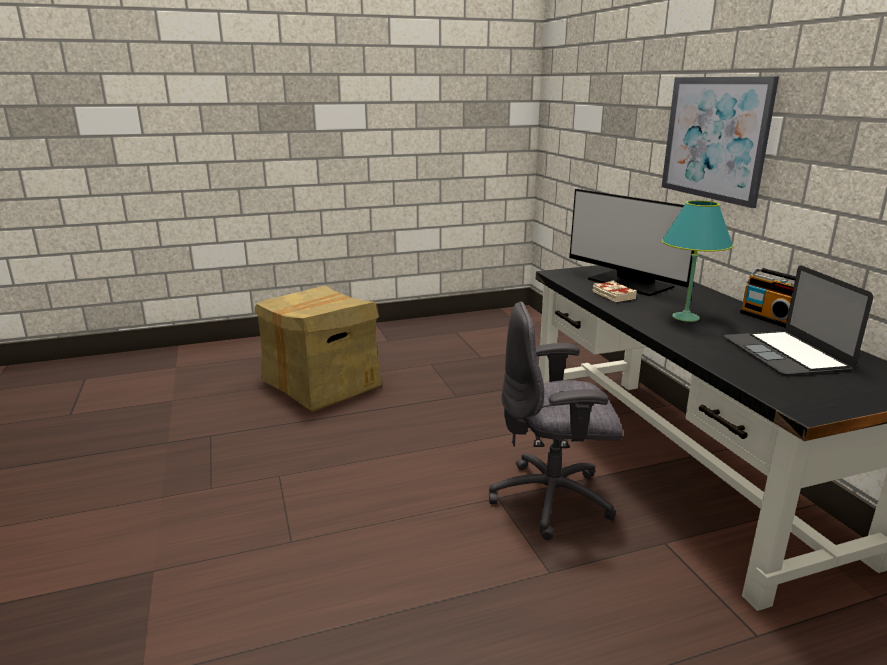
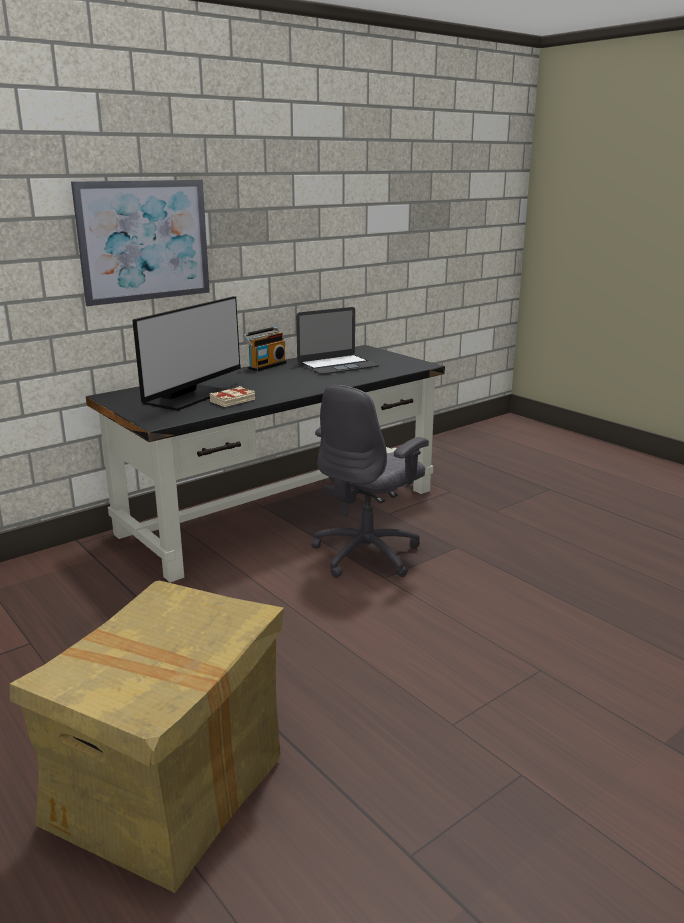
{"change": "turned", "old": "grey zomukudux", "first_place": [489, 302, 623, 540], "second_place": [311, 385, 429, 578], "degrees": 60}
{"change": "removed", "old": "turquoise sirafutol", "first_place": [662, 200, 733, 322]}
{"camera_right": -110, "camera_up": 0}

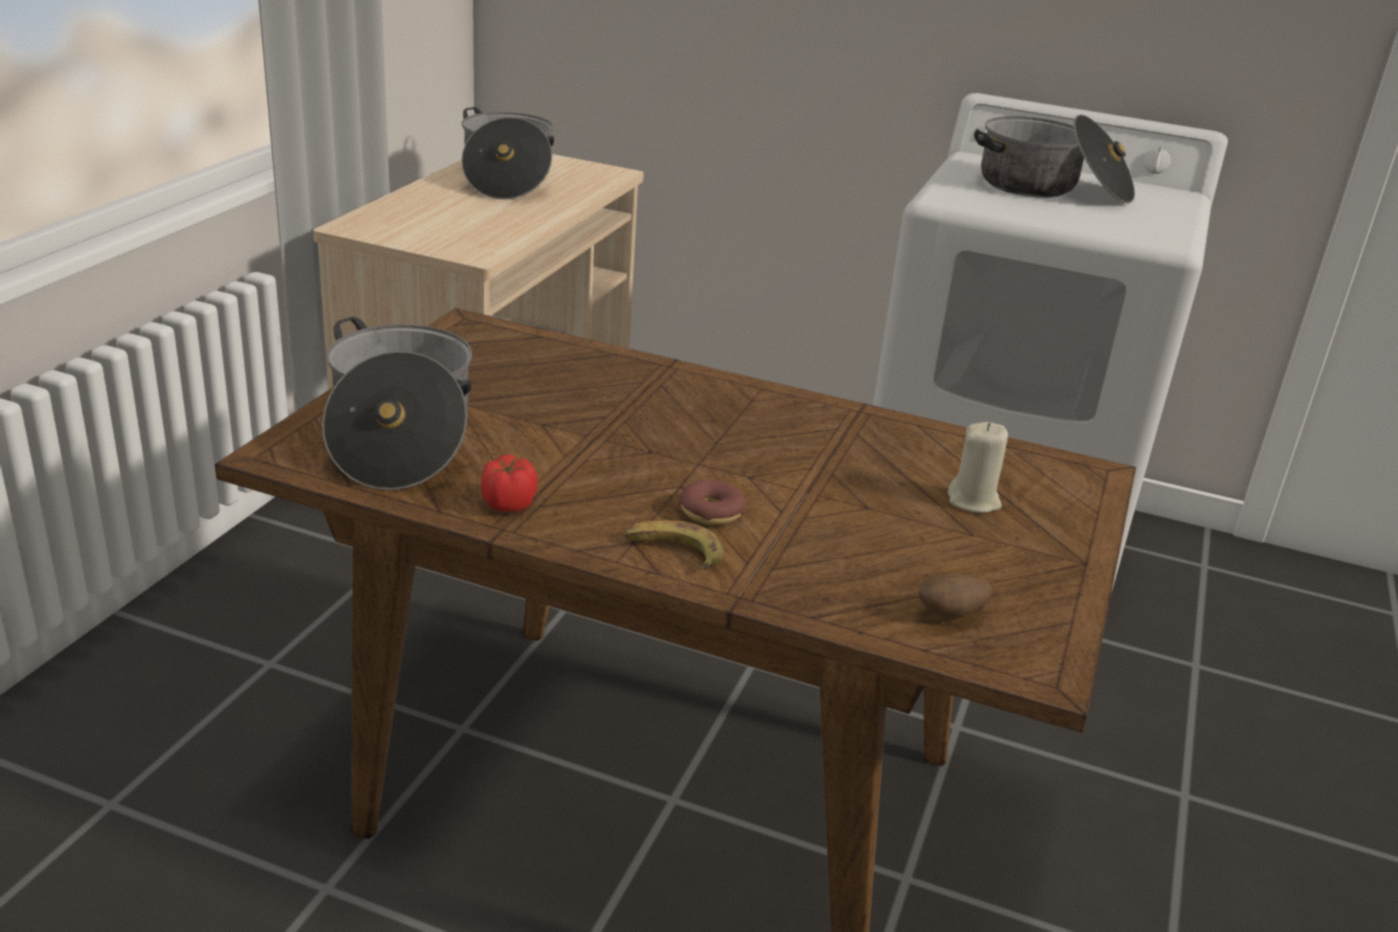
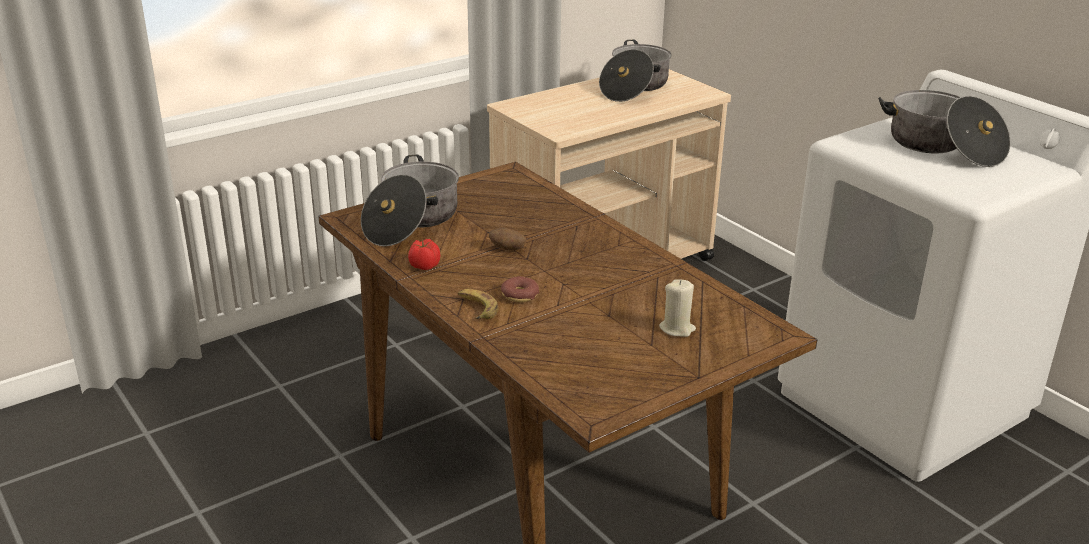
{"change": "moved", "old": "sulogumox", "first_place": [918, 574, 992, 618], "second_place": [489, 227, 526, 250]}
{"camera_right": 35, "camera_up": 0}

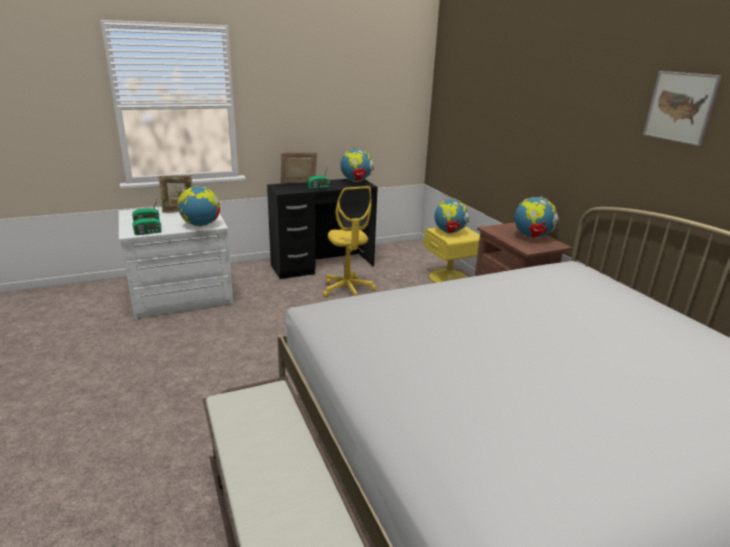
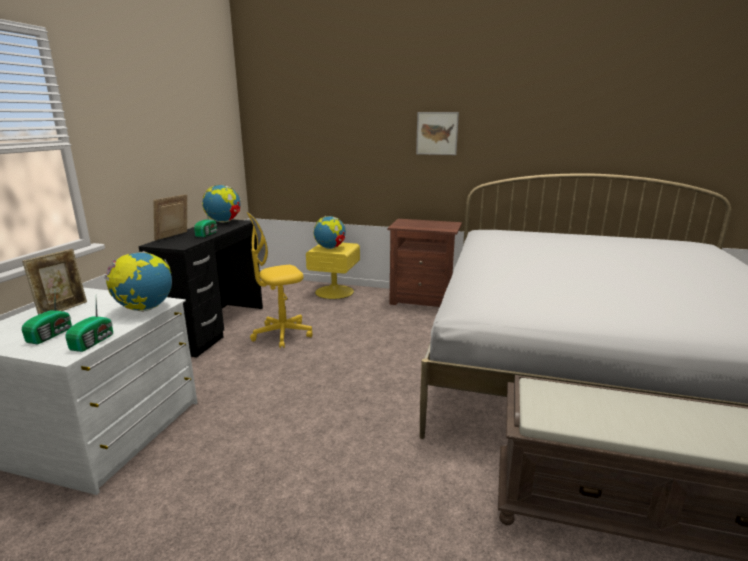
{"change": "turned", "old": "yellow zomukudux", "first_place": [323, 186, 376, 298], "second_place": [247, 212, 313, 348], "degrees": 135}
{"change": "removed", "old": "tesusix", "first_place": [515, 196, 559, 239]}
{"change": "moved", "old": "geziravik", "first_place": [643, 71, 722, 146], "second_place": [416, 112, 459, 155]}
{"camera_right": -50, "camera_up": -5}

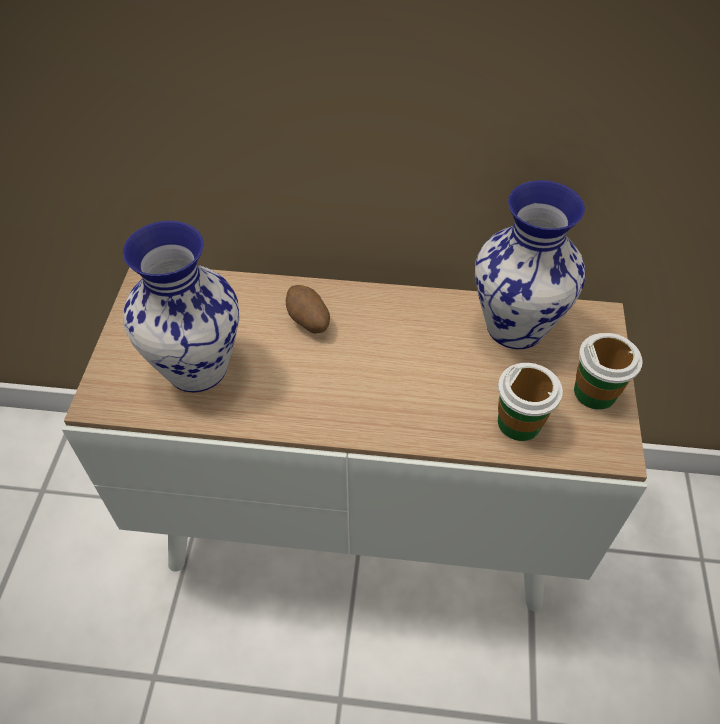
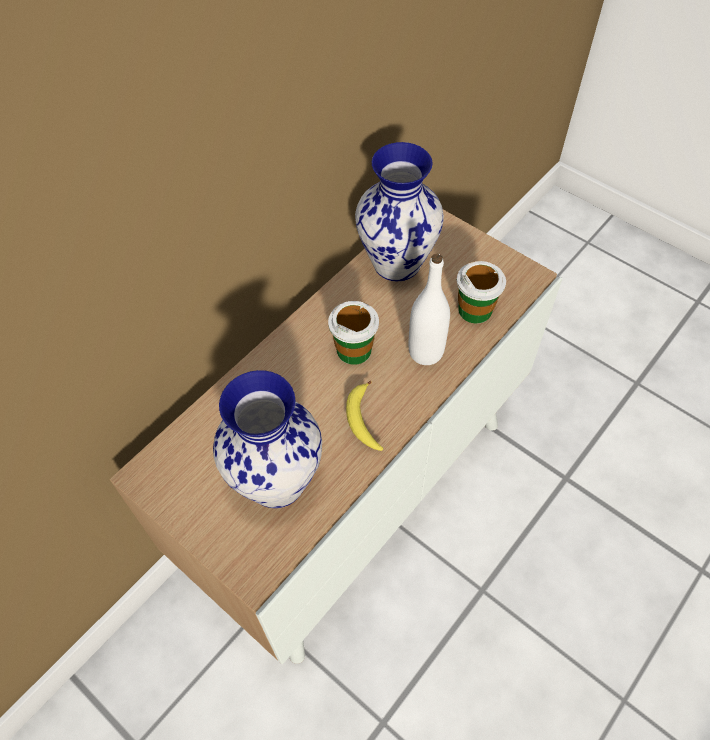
{"change": "removed", "old": "sulogumox", "first_place": [286, 285, 330, 334]}
{"change": "moved", "old": "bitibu", "first_place": [574, 333, 643, 410], "second_place": [328, 301, 379, 365]}
{"change": "added", "new": "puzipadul", "second_place": [346, 381, 383, 451]}
{"change": "added", "new": "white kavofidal", "second_place": [409, 254, 450, 365]}
{"camera_right": -55, "camera_up": 5}

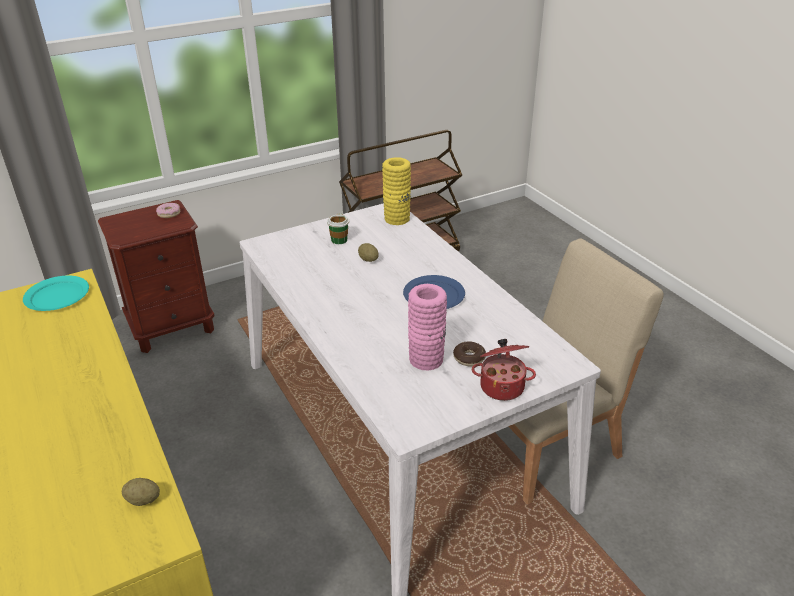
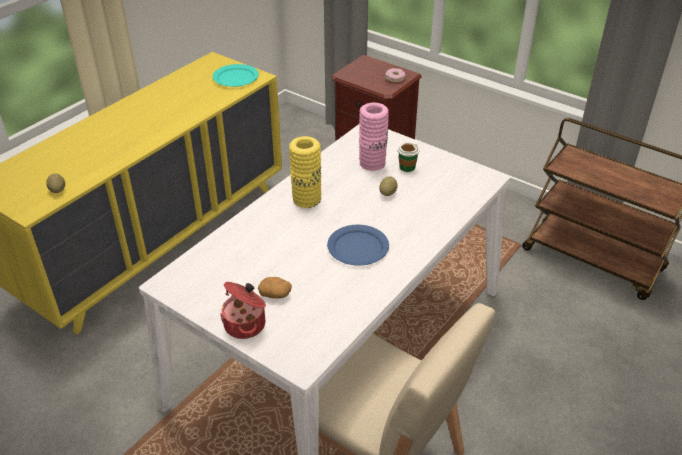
{"change": "moved", "old": "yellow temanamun", "first_place": [382, 157, 411, 225], "second_place": [289, 136, 322, 208]}
{"change": "moved", "old": "pink temanamun", "first_place": [408, 284, 447, 371], "second_place": [359, 103, 389, 171]}
{"change": "replaced", "old": "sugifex", "new": "sulogumox", "first_place": [453, 341, 486, 367], "second_place": [258, 277, 292, 299]}
{"camera_right": 65, "camera_up": 5}

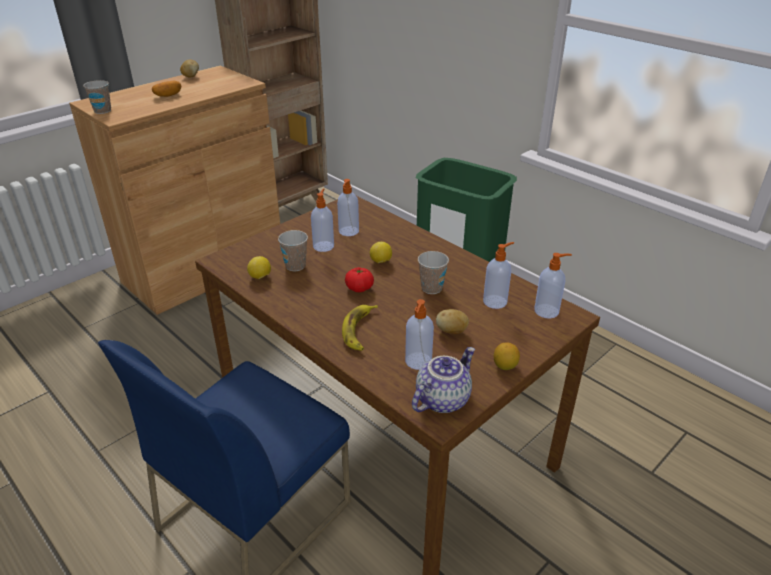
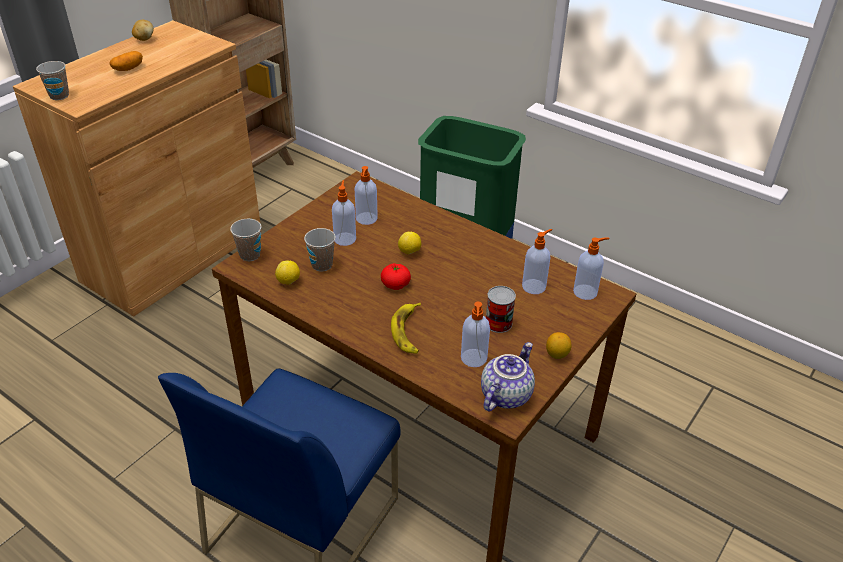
{"change": "moved", "old": "bitibu", "first_place": [418, 251, 449, 294], "second_place": [230, 218, 261, 261]}
{"change": "replaced", "old": "sulogumox", "new": "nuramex", "first_place": [436, 309, 469, 334], "second_place": [486, 286, 516, 333]}
{"camera_right": -10, "camera_up": 5}

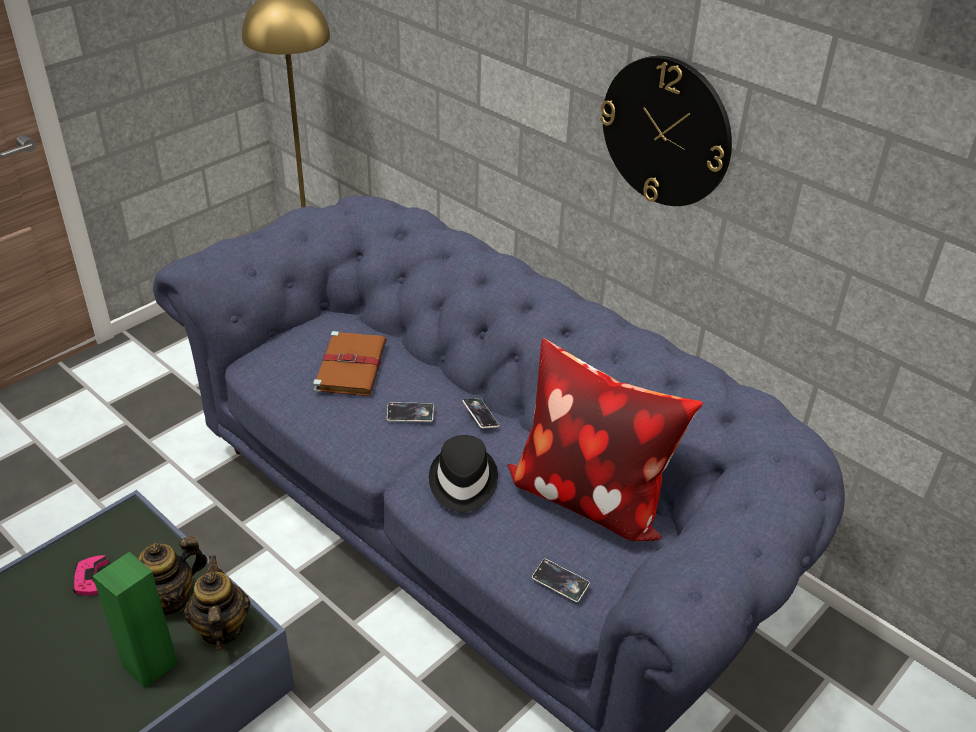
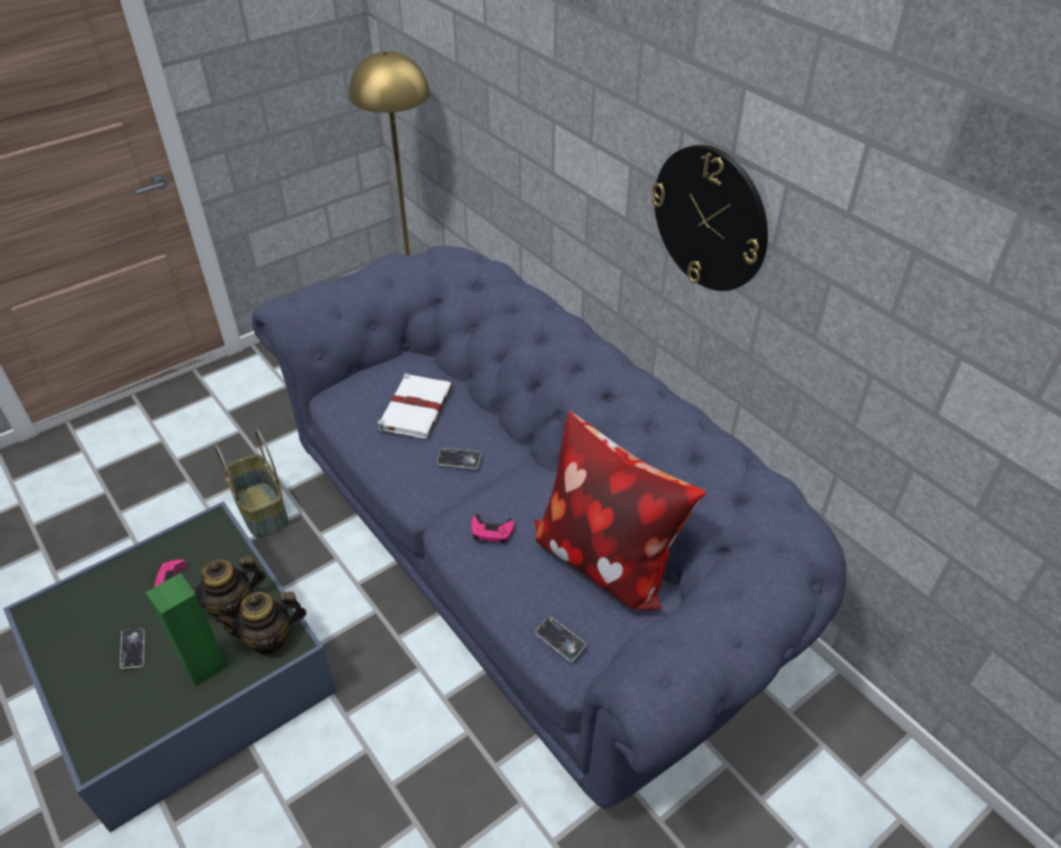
{"change": "turned", "old": "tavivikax", "first_place": [184, 555, 251, 651], "second_place": [216, 591, 306, 655], "degrees": -105}
{"change": "recoloured", "old": "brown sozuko", "new": "white sozuko", "first_place": [313, 331, 387, 396], "second_place": [377, 373, 453, 439]}
{"change": "replaced", "old": "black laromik", "new": "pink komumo", "first_place": [429, 435, 498, 512], "second_place": [471, 514, 514, 543]}
{"change": "moved", "old": "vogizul", "first_place": [463, 398, 499, 428], "second_place": [120, 629, 144, 669]}
{"change": "added", "new": "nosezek", "second_place": [214, 429, 289, 538]}
{"camera_right": 10, "camera_up": 5}

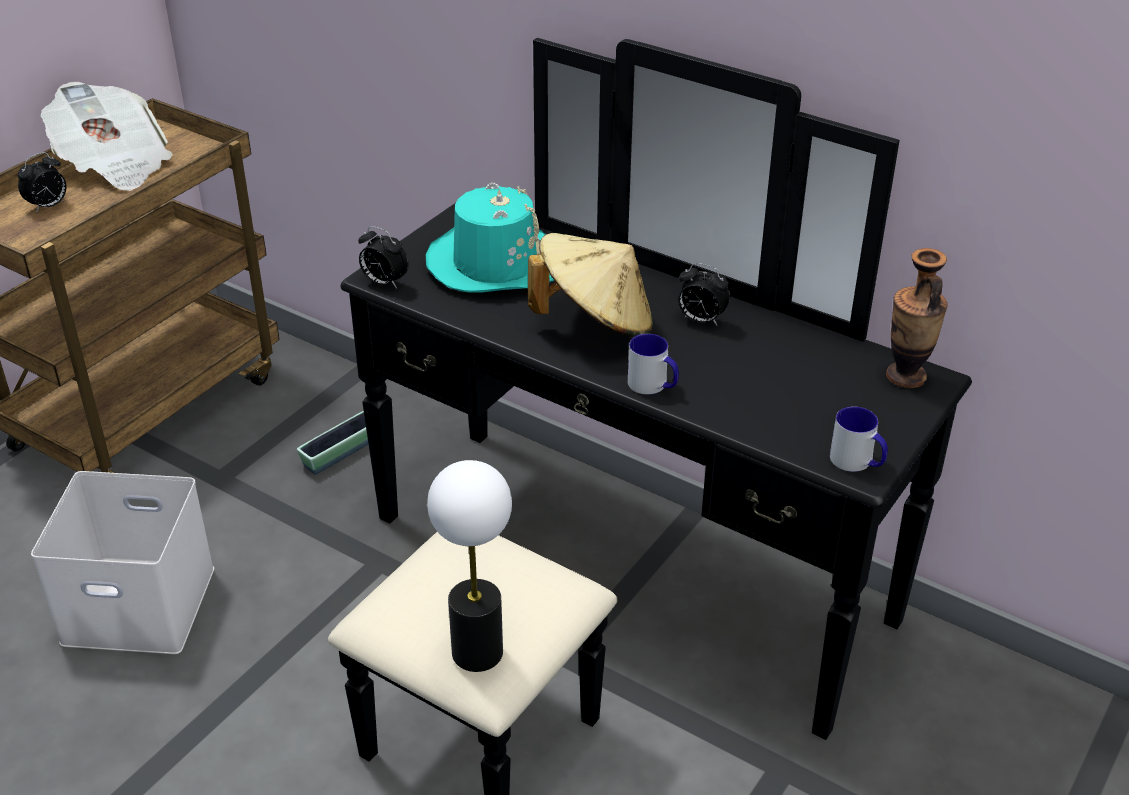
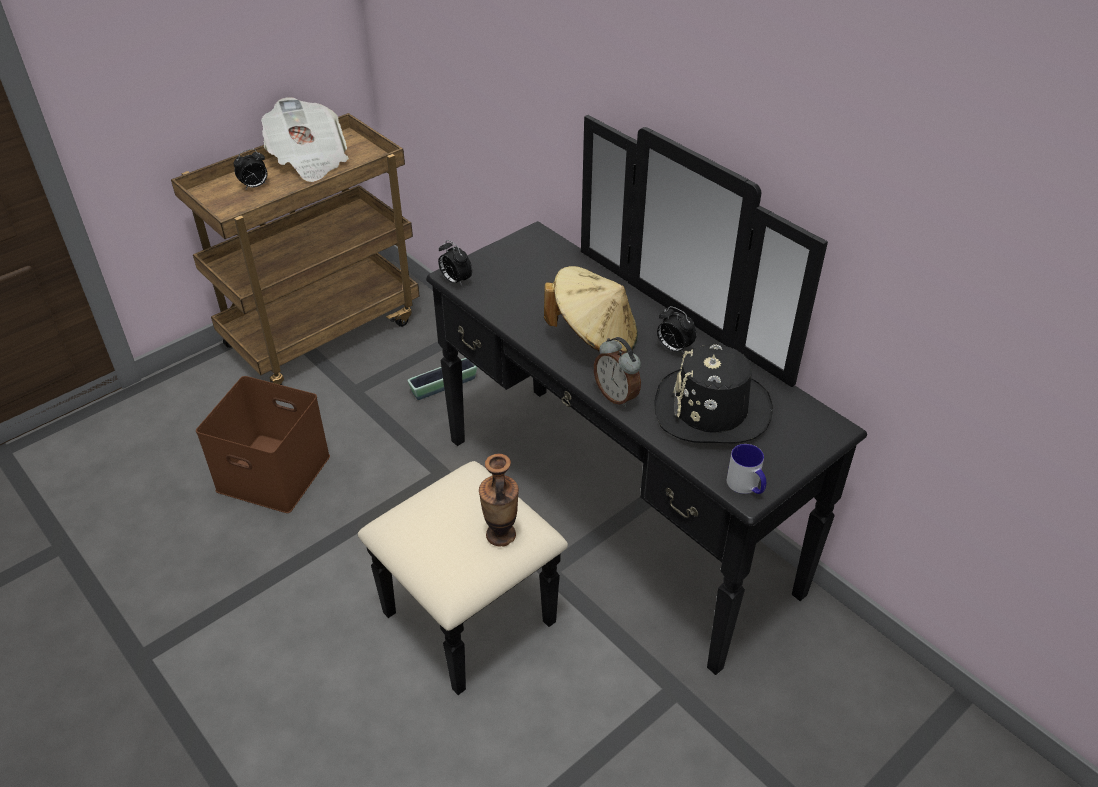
{"change": "recoloured", "old": "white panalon", "new": "brown panalon", "first_place": [31, 471, 214, 654], "second_place": [196, 376, 330, 513]}
{"change": "removed", "old": "turquoise laromik", "first_place": [426, 182, 554, 293]}
{"change": "removed", "old": "sirafutol", "first_place": [427, 460, 512, 672]}
{"change": "replaced", "old": "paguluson", "new": "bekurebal", "first_place": [628, 334, 679, 395], "second_place": [594, 337, 641, 407]}
{"change": "moved", "old": "temanamun", "first_place": [886, 248, 948, 388], "second_place": [479, 453, 519, 547]}
{"change": "added", "new": "black laromik", "second_place": [654, 344, 773, 444]}
{"camera_right": 15, "camera_up": 5}

